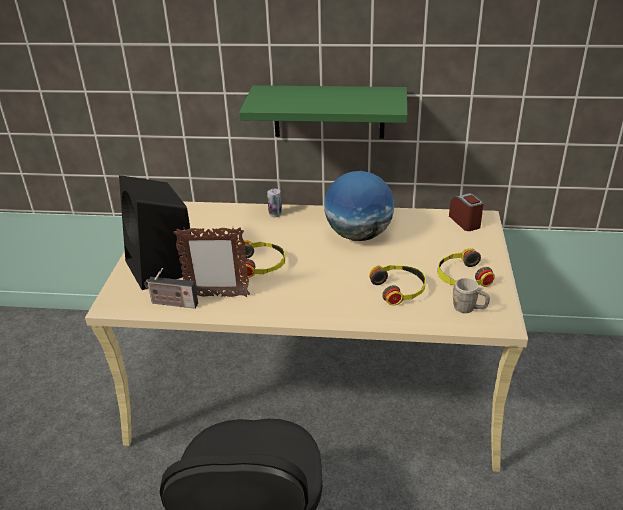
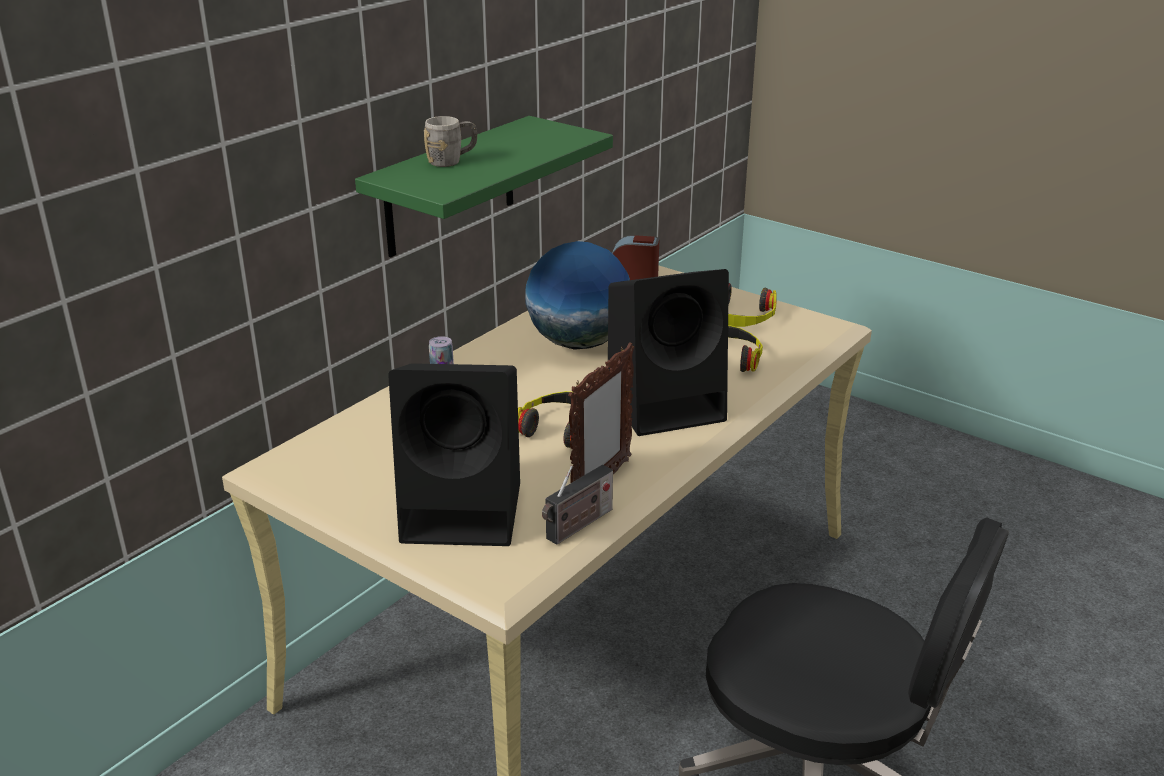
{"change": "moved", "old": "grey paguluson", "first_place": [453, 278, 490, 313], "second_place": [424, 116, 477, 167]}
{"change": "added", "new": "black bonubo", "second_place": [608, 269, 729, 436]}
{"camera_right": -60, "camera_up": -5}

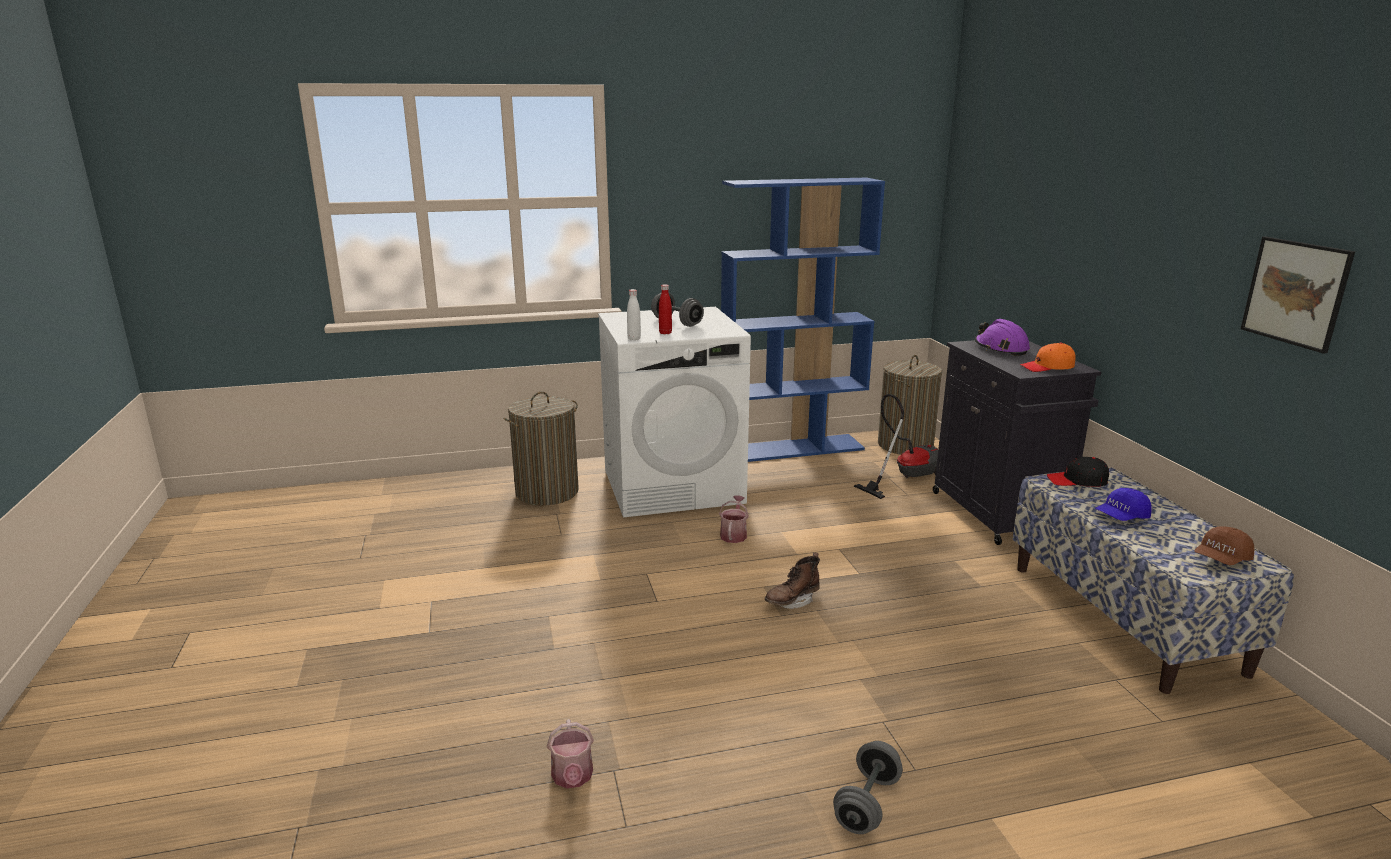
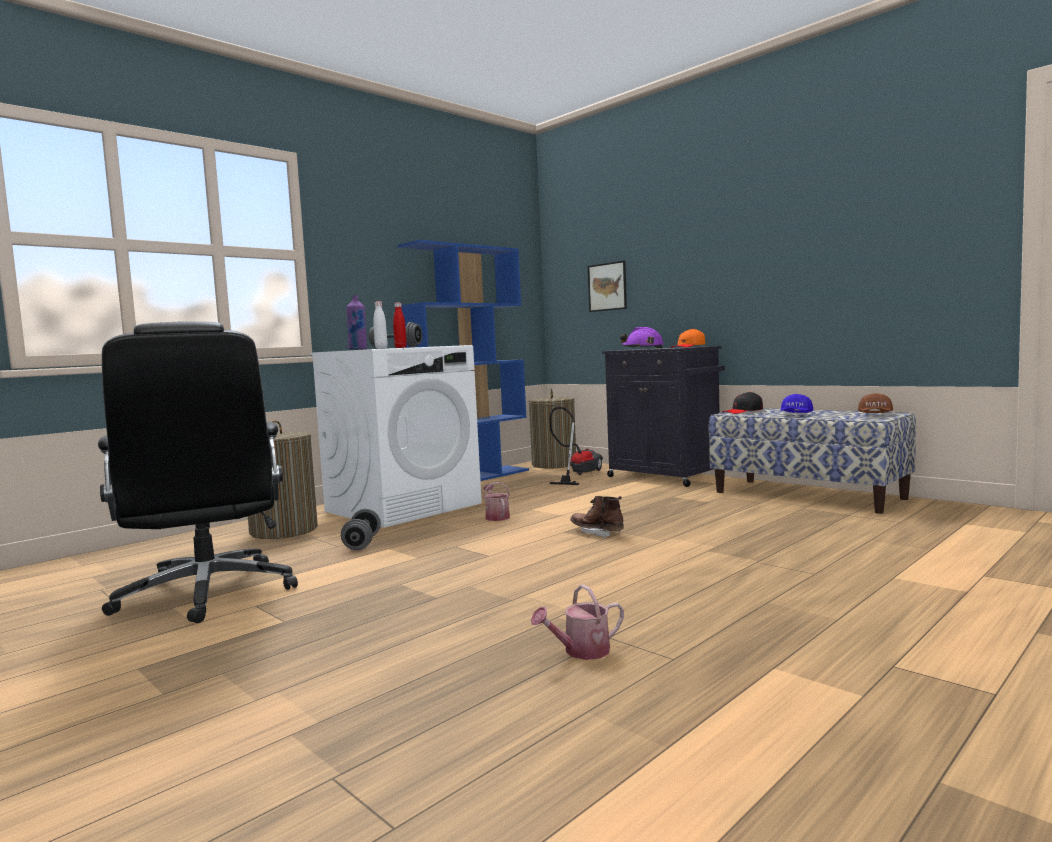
{"change": "turned", "old": "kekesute", "first_place": [547, 719, 594, 788], "second_place": [531, 584, 624, 660], "degrees": 105}
{"change": "turned", "old": "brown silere", "first_place": [765, 553, 820, 609], "second_place": [570, 496, 624, 538], "degrees": 105}
{"change": "moved", "old": "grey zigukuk", "first_place": [833, 741, 903, 834], "second_place": [341, 509, 381, 550]}
{"change": "moved", "old": "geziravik", "first_place": [1241, 237, 1355, 354], "second_place": [588, 261, 627, 312]}
{"change": "added", "new": "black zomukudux", "second_place": [98, 321, 298, 623]}
{"change": "added", "new": "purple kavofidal", "second_place": [346, 295, 367, 350]}
{"camera_right": -30, "camera_up": -15}

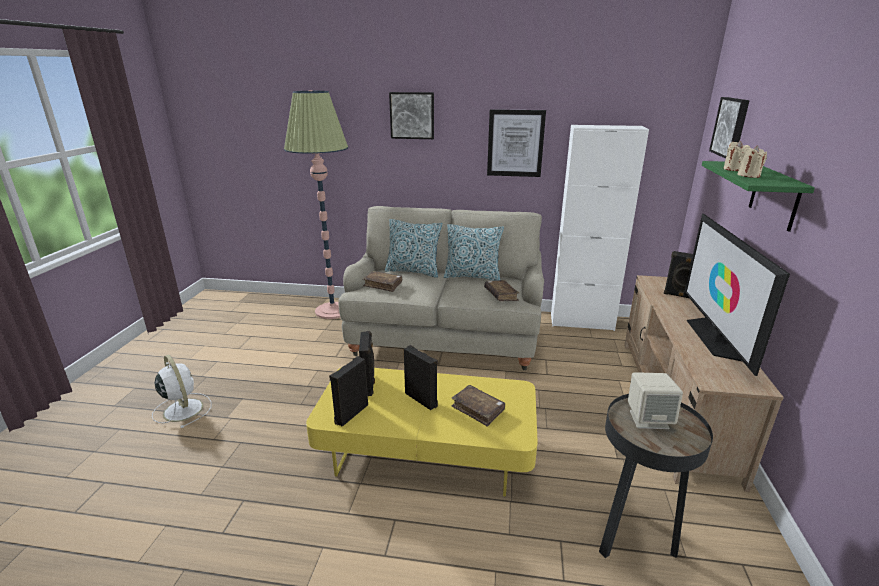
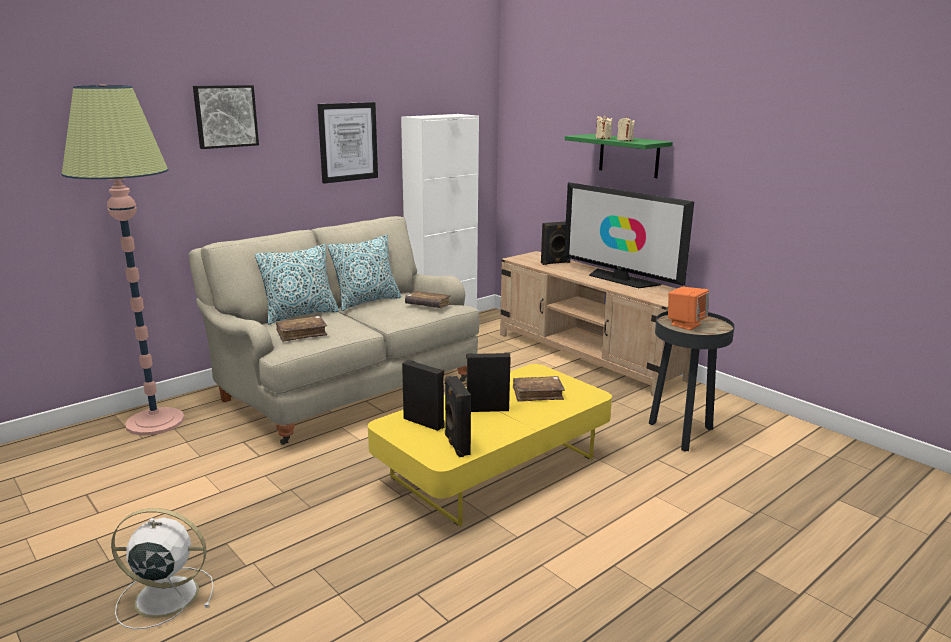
{"change": "recoloured", "old": "beige bonubo", "new": "orange bonubo", "first_place": [628, 372, 683, 429], "second_place": [668, 287, 709, 330]}
{"change": "removed", "old": "geziravik", "first_place": [709, 97, 750, 159]}
{"camera_right": -50, "camera_up": -5}

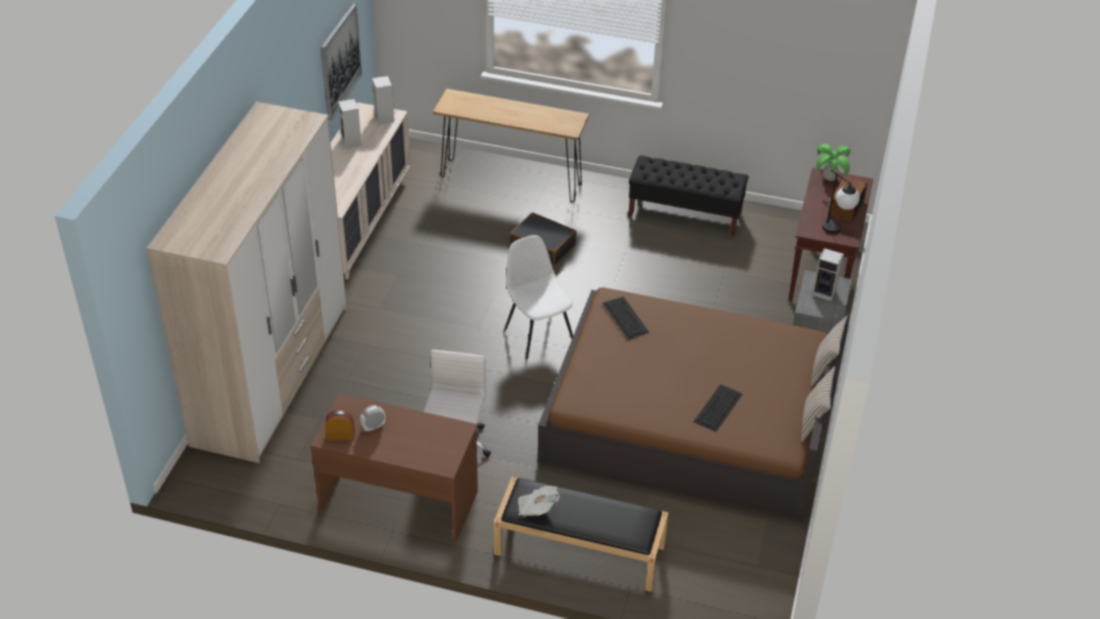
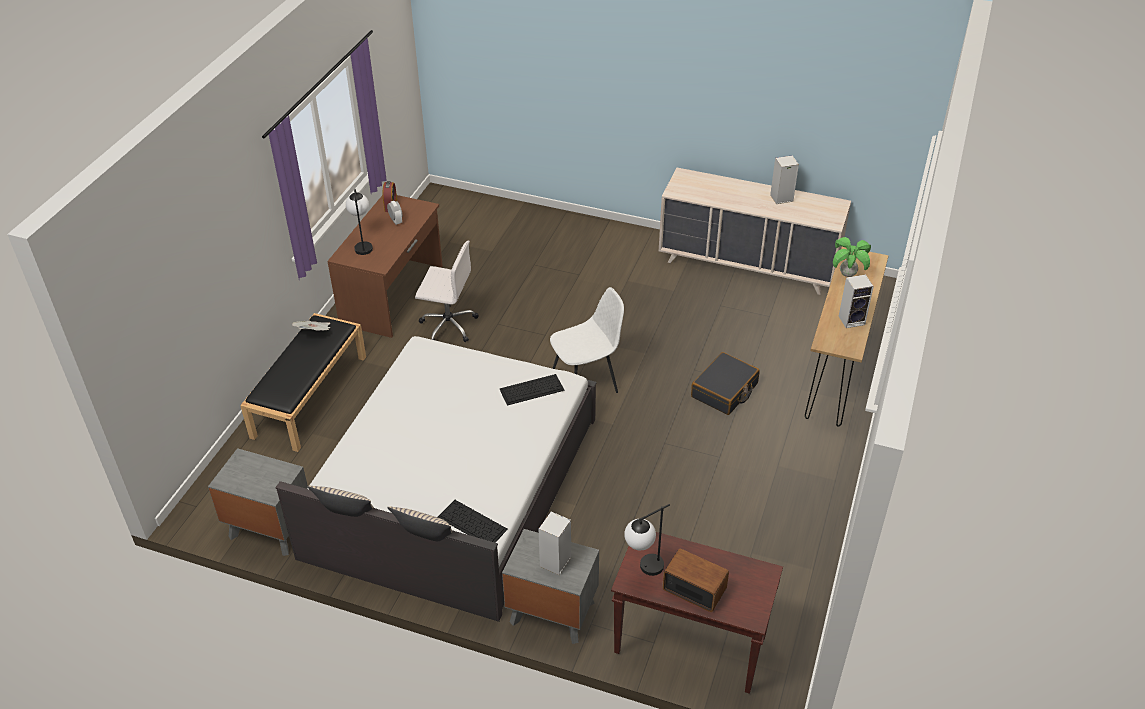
{"change": "removed", "old": "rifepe", "first_place": [146, 102, 347, 463]}
{"change": "removed", "old": "geziravik", "first_place": [321, 3, 362, 120]}
{"change": "moved", "old": "bonubo", "first_place": [372, 76, 394, 124], "second_place": [839, 274, 874, 328]}
{"change": "recoloured", "old": "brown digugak", "new": "white digugak", "first_place": [538, 287, 847, 522], "second_place": [275, 336, 597, 622]}
{"change": "removed", "old": "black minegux", "first_place": [628, 155, 749, 237]}
{"change": "moved", "old": "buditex", "first_place": [693, 384, 743, 432], "second_place": [438, 500, 508, 543]}
{"change": "moved", "old": "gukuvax", "first_place": [816, 144, 850, 181], "second_place": [833, 237, 871, 277]}
{"change": "added", "new": "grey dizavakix", "second_place": [208, 448, 308, 556]}
{"change": "added", "new": "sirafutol", "second_place": [346, 189, 373, 255]}
{"camera_right": 95, "camera_up": 0}

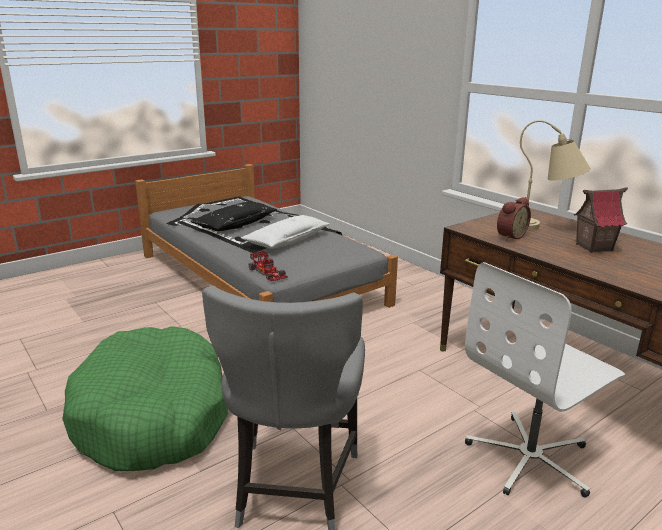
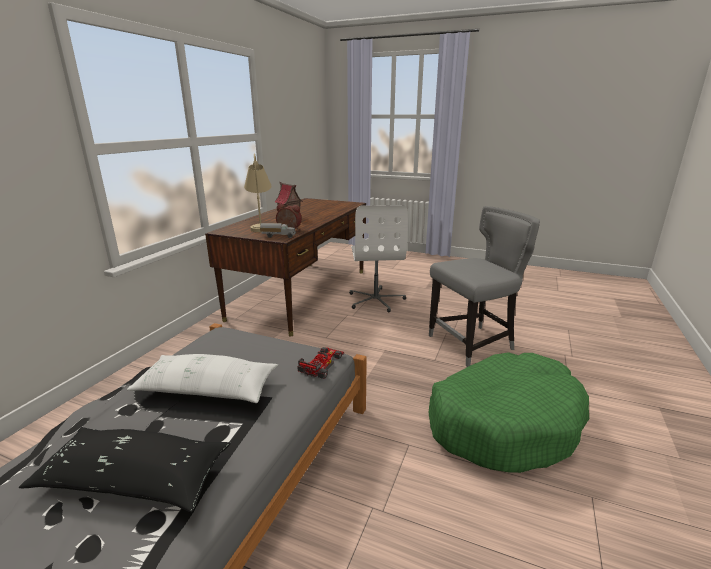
{"change": "turned", "old": "white zomukudux", "first_place": [465, 262, 625, 498], "second_place": [349, 205, 408, 312], "degrees": 60}
{"change": "added", "new": "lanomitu", "second_place": [260, 223, 296, 238]}
{"camera_right": -120, "camera_up": 0}

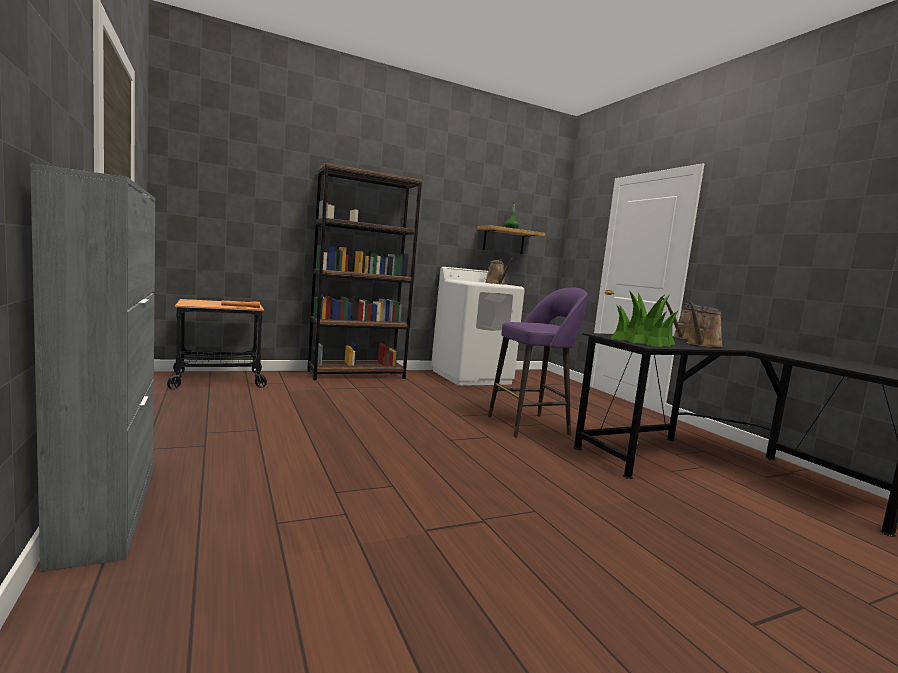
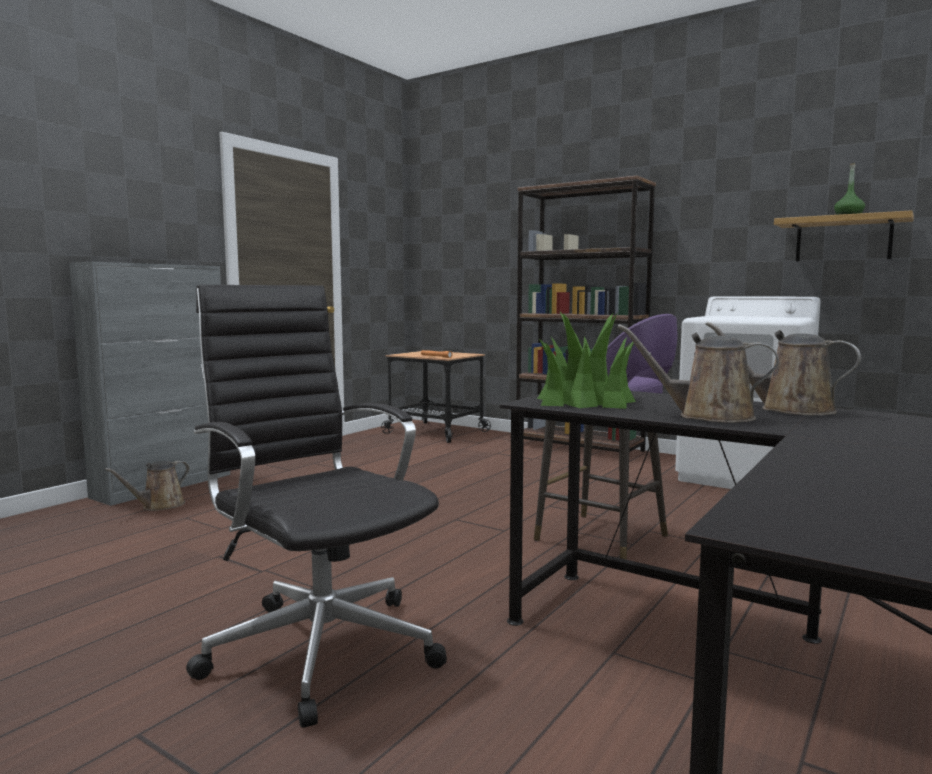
{"change": "moved", "old": "brown kekesute", "first_place": [486, 258, 514, 284], "second_place": [105, 461, 190, 511]}
{"change": "added", "new": "black zomukudux", "second_place": [186, 285, 447, 728]}
{"camera_right": 60, "camera_up": 0}

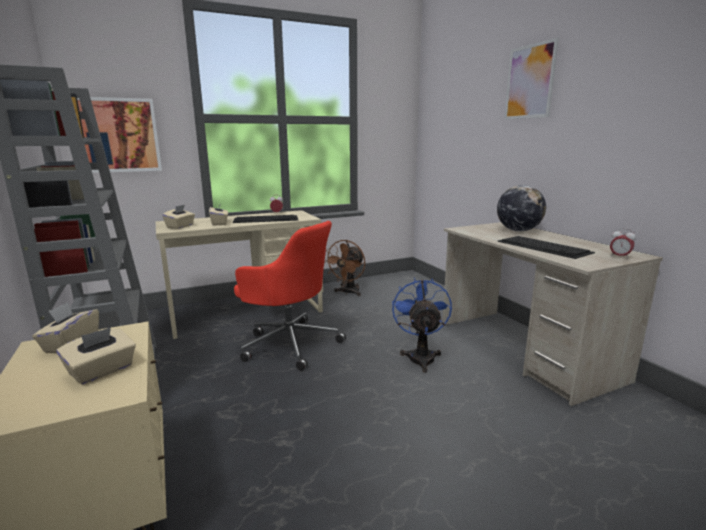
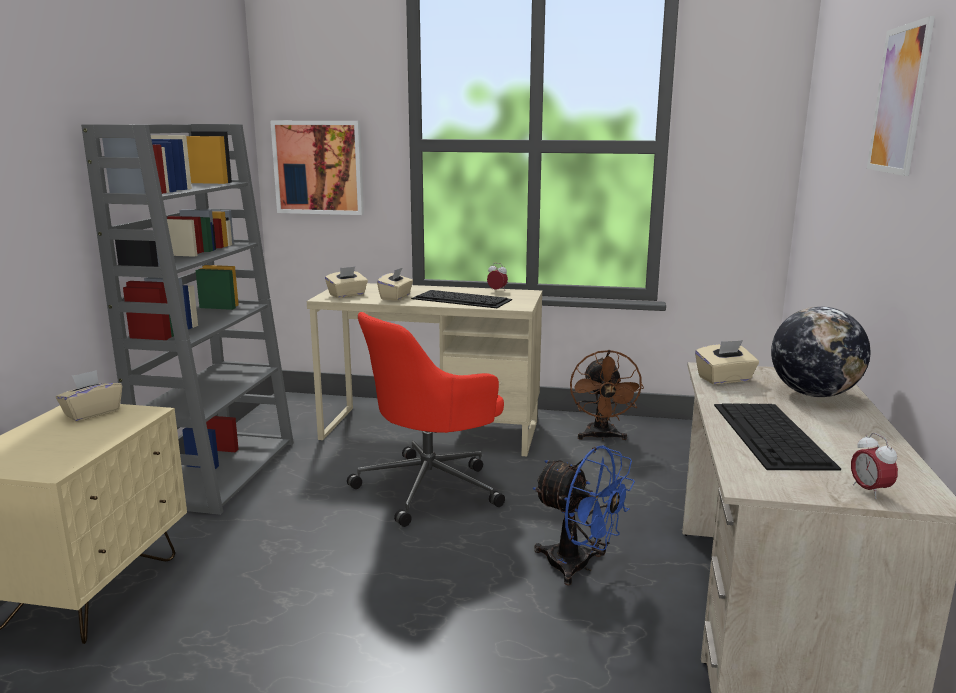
{"change": "moved", "old": "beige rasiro", "first_place": [57, 327, 136, 385], "second_place": [695, 340, 759, 384]}
{"change": "turned", "old": "red zomukudux", "first_place": [234, 221, 346, 371], "second_place": [347, 312, 505, 527], "degrees": 75}
{"change": "turned", "old": "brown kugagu", "first_place": [324, 240, 365, 296], "second_place": [570, 350, 644, 441], "degrees": -60}
{"change": "turned", "old": "blue kugagu", "first_place": [392, 277, 452, 373], "second_place": [533, 445, 635, 585], "degrees": 90}
{"camera_right": 35, "camera_up": 0}

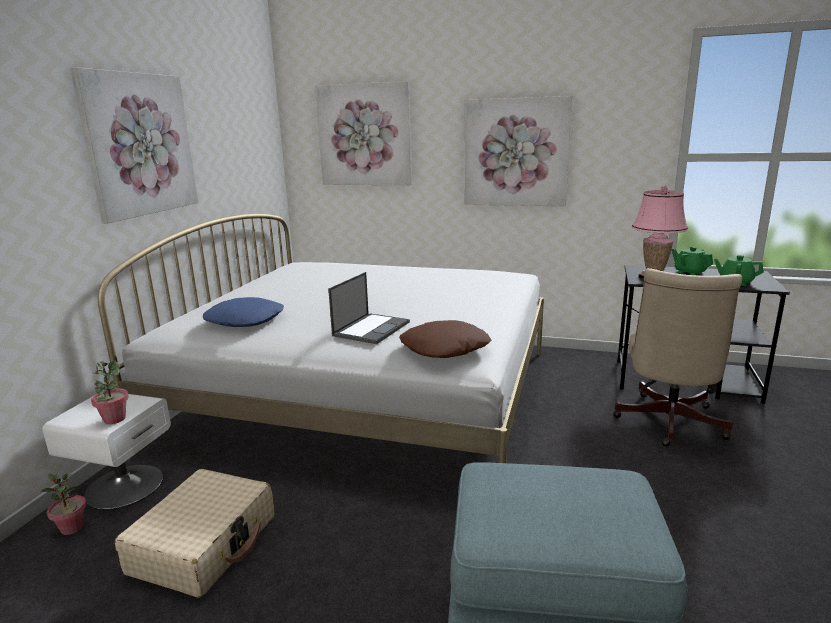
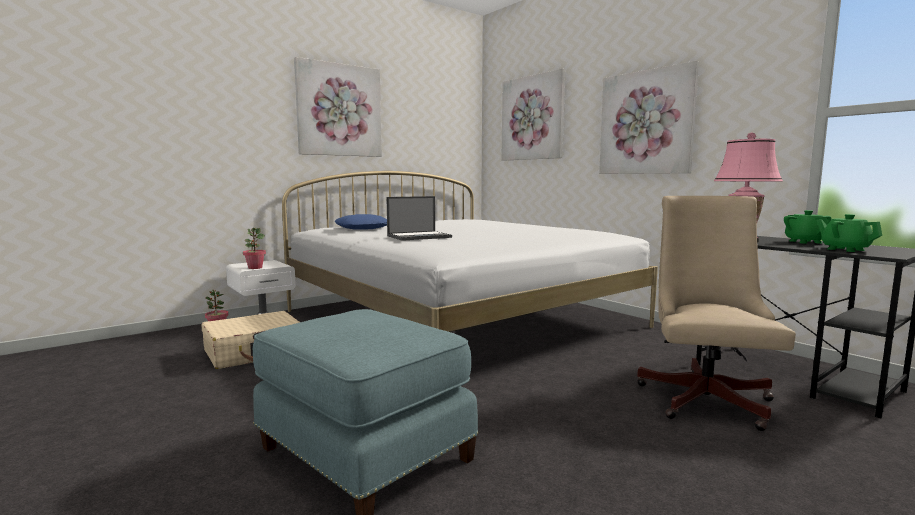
{"change": "removed", "old": "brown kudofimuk", "first_place": [399, 320, 491, 358]}
{"change": "turned", "old": "beige zomukudux", "first_place": [613, 268, 742, 447], "second_place": [637, 196, 796, 431], "degrees": 135}
{"camera_right": 35, "camera_up": -10}

